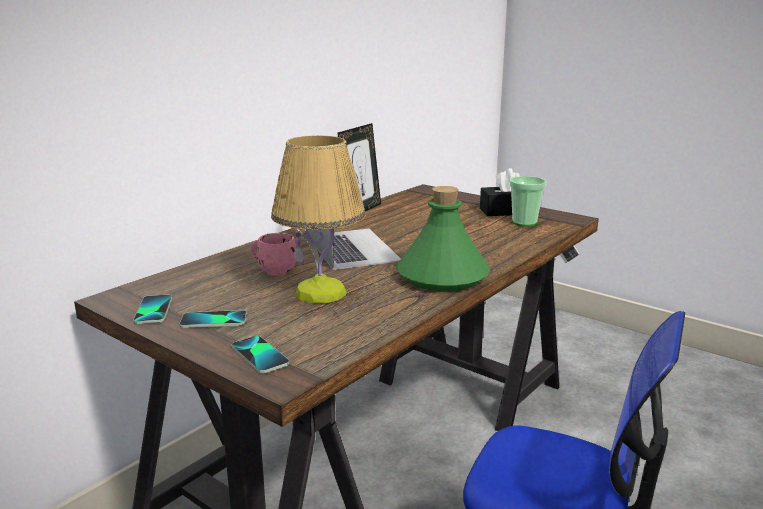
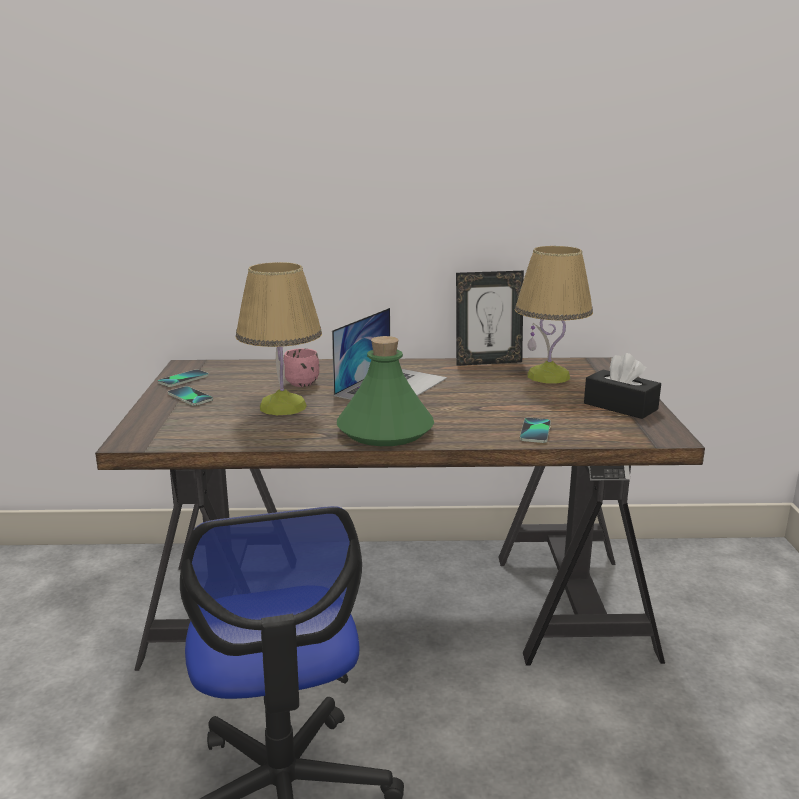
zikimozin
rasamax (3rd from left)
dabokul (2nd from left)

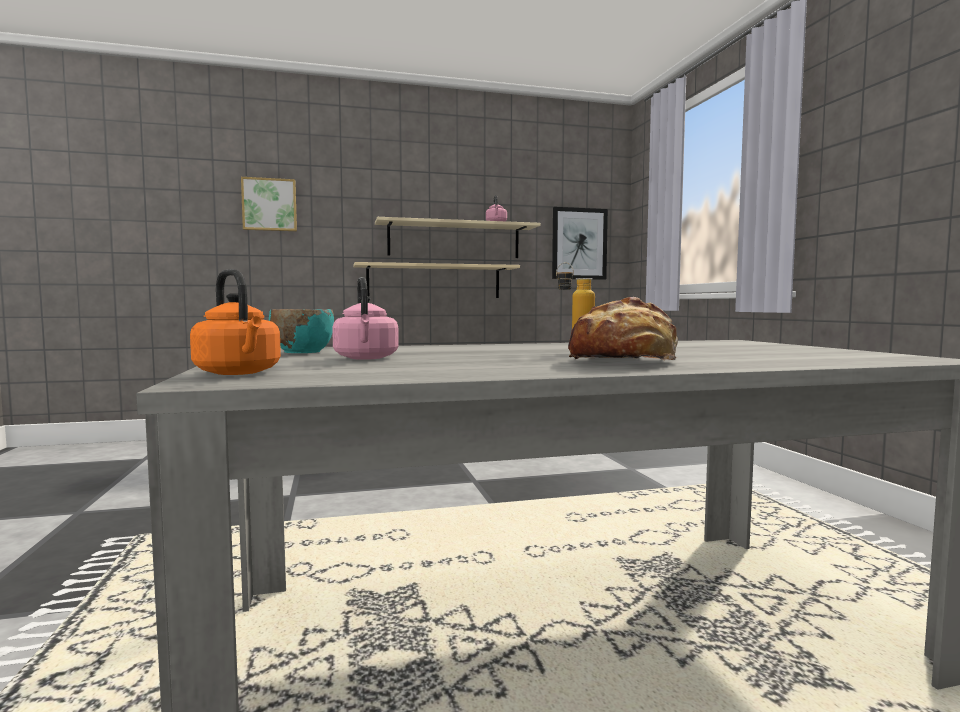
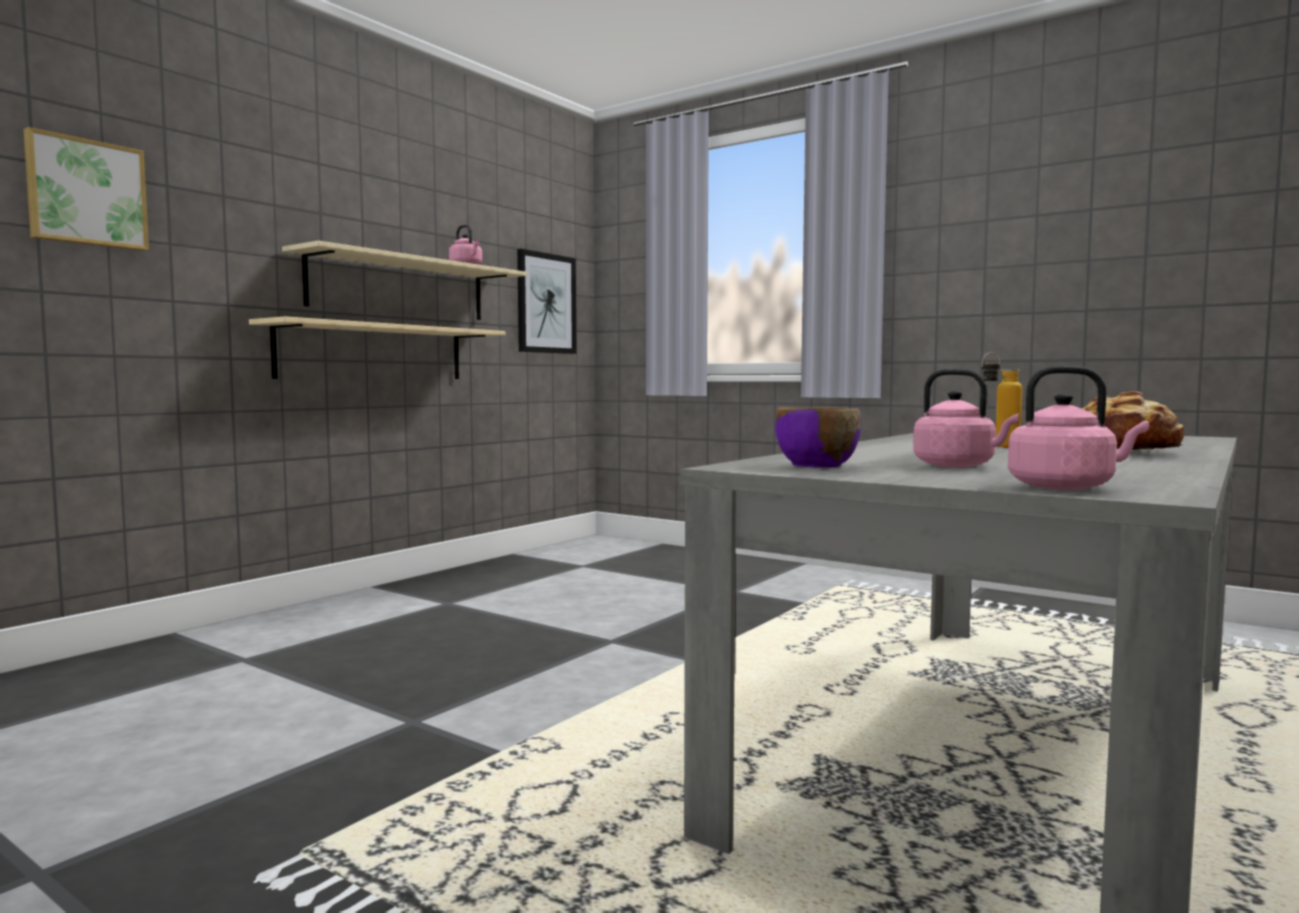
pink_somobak (3rd from left)
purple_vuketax

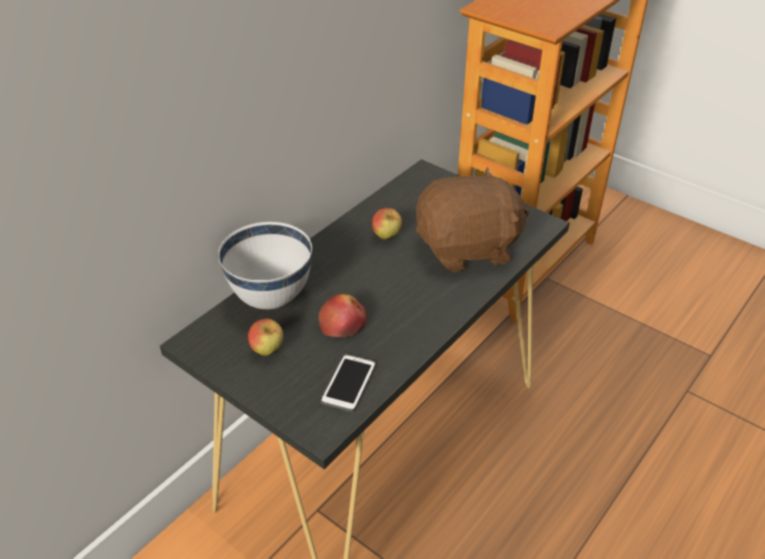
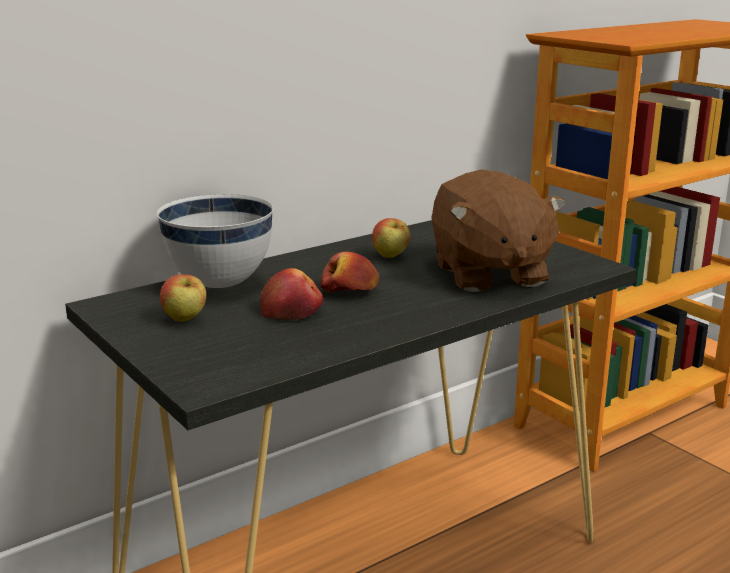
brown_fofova
rasamax
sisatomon (3rd from left)

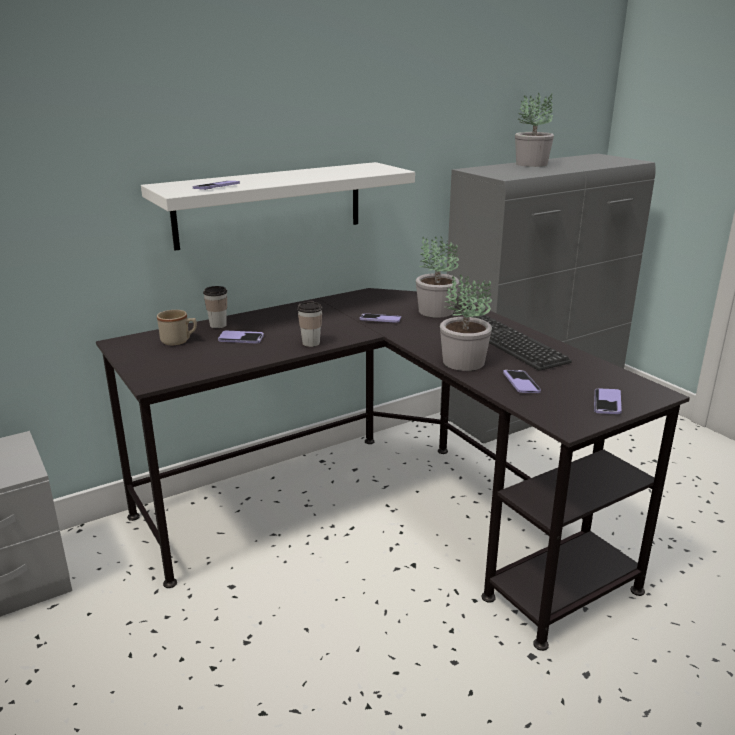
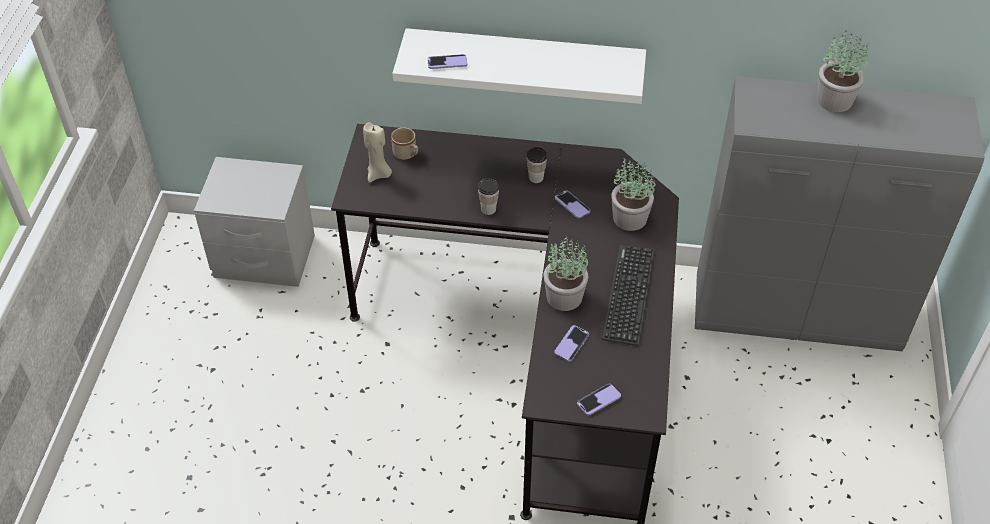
zikimozin (2nd from left)
rasamax (2nd from left in the first image)
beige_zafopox

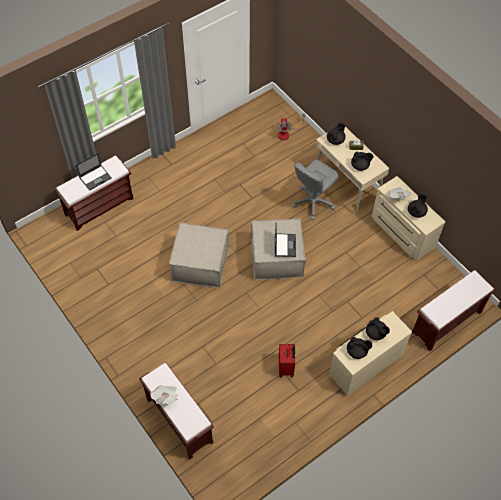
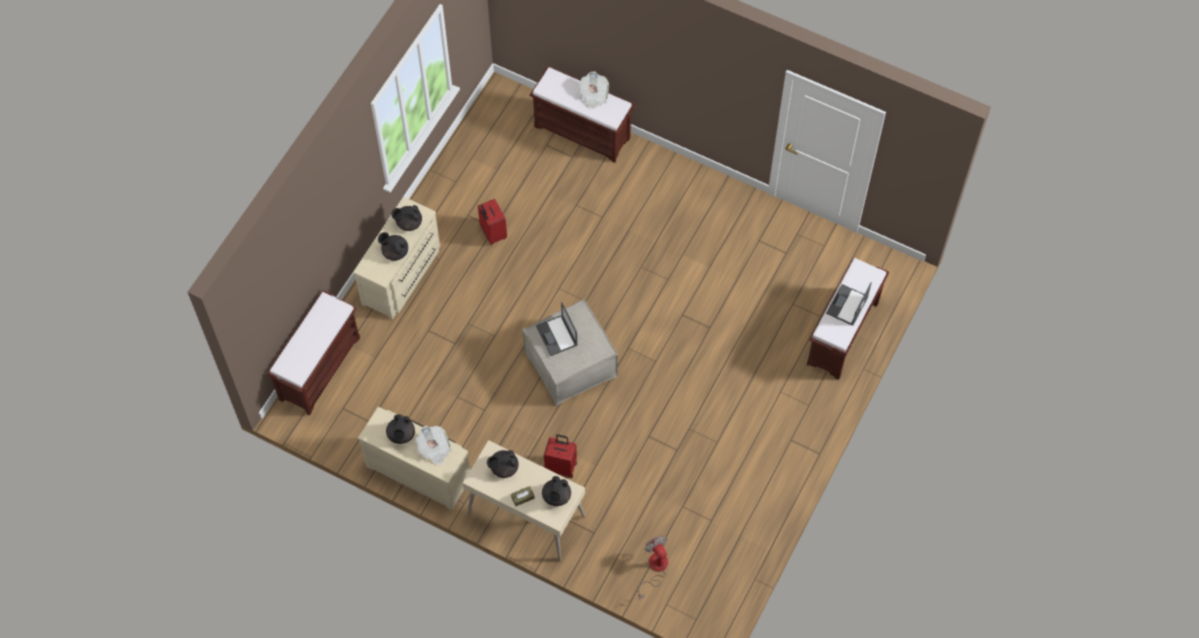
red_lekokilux (2nd from left)
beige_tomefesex (1st from left in the first image)

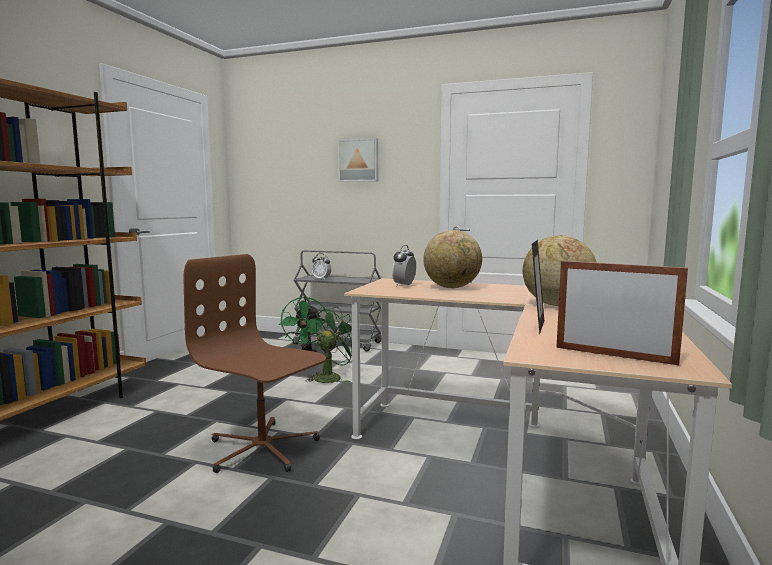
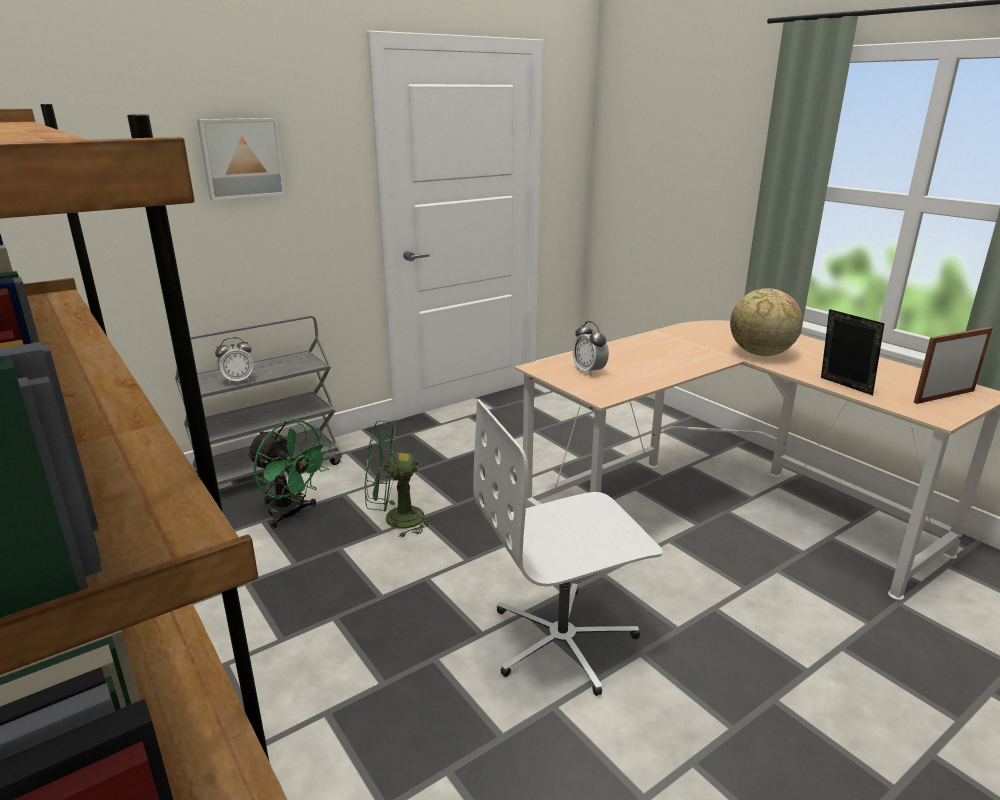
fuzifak (1st from left in the first image)
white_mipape
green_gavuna (2nd from left)

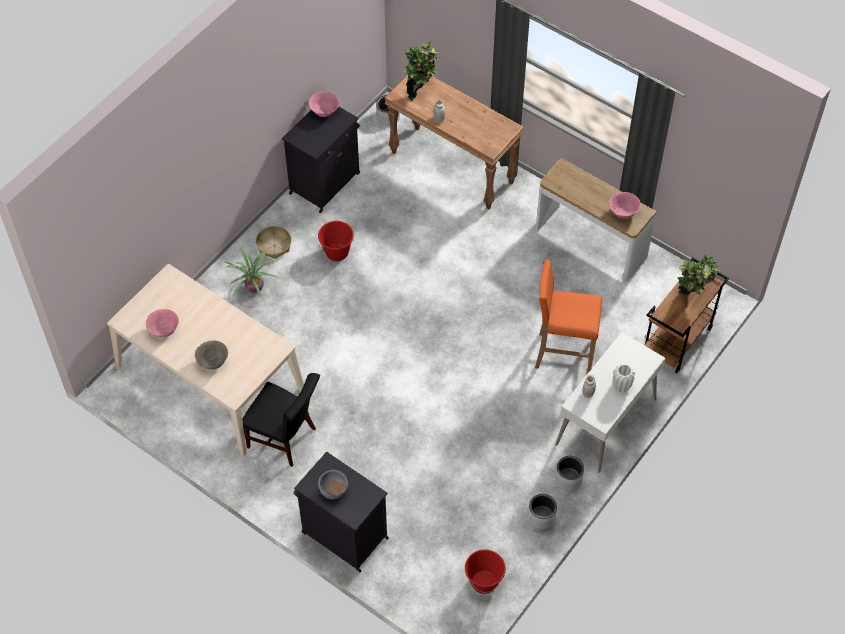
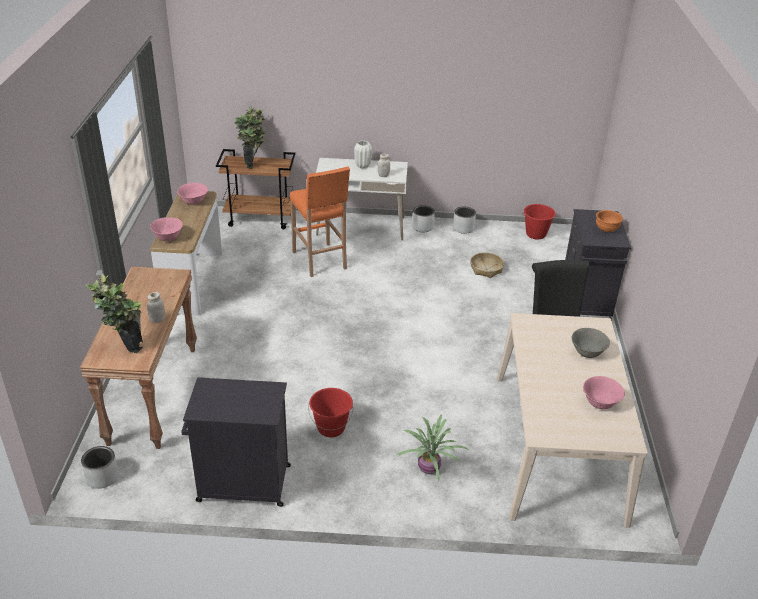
pink_vuketax (1st from left)
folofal
orange_vuketax

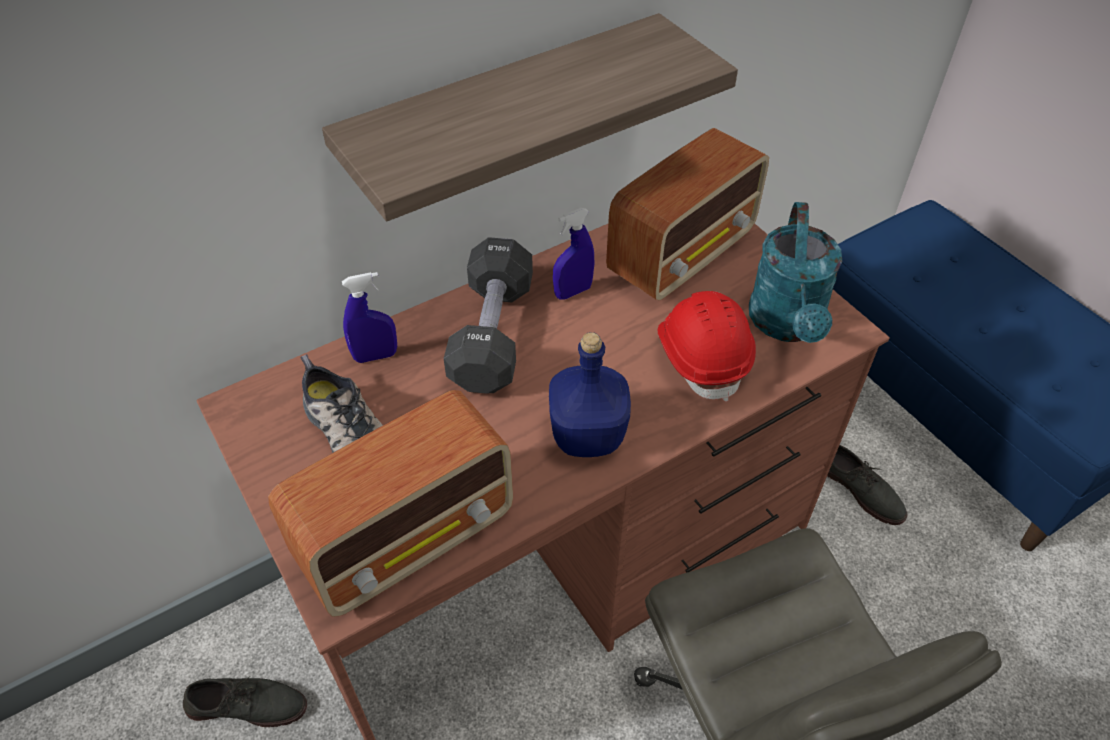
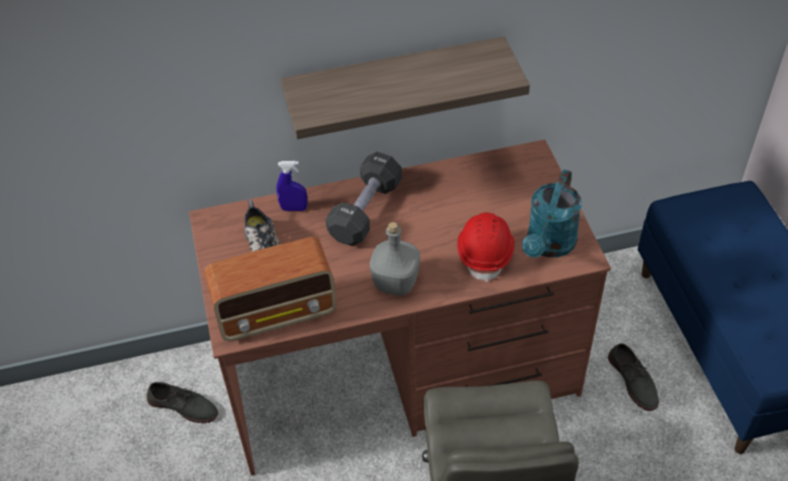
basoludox (2nd from left in the first image)
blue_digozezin (2nd from left in the first image)
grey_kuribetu

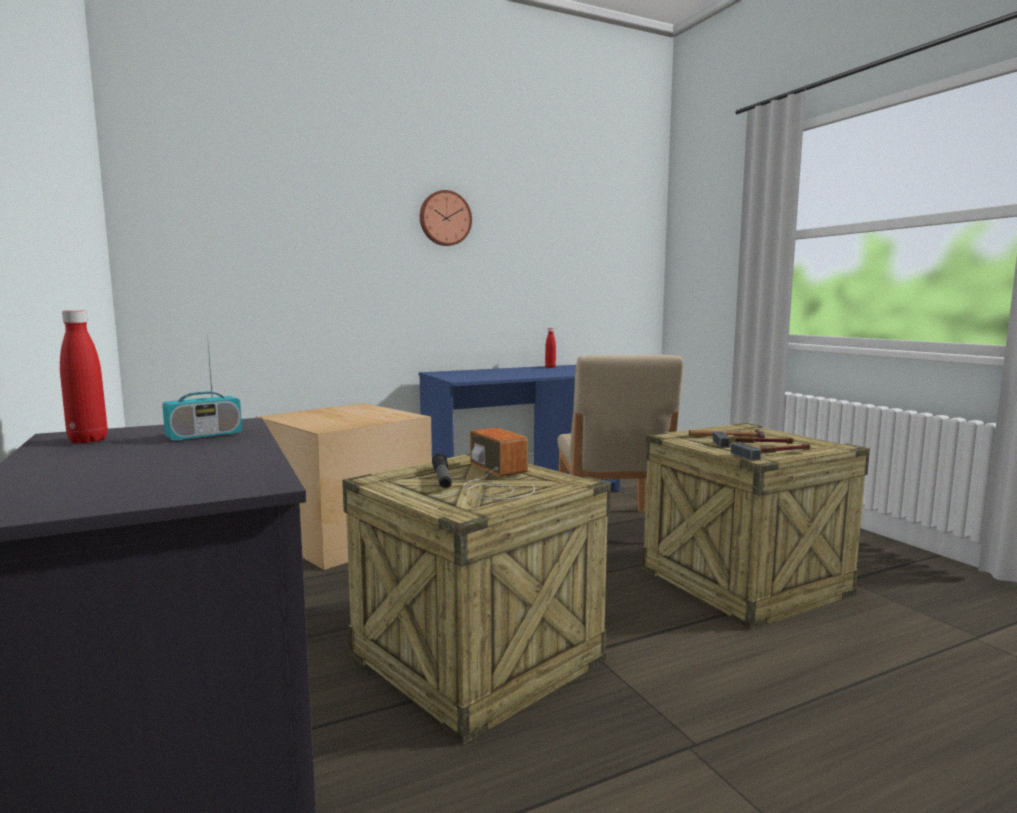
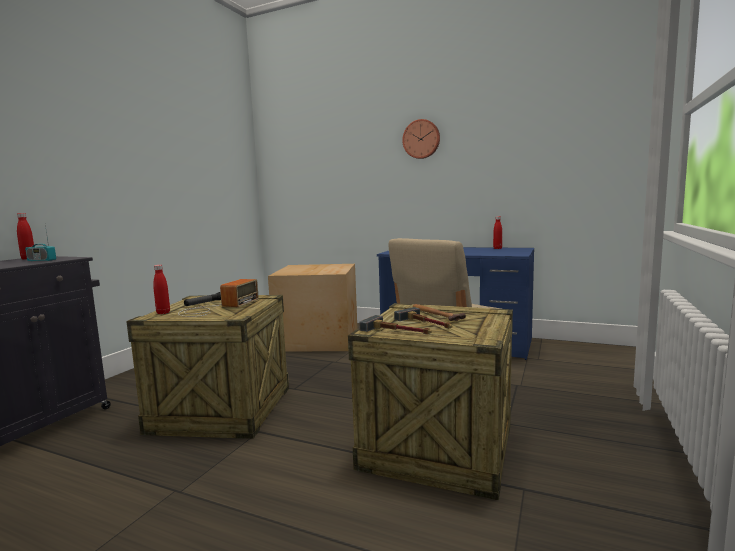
red_kuribetu (2nd from left)

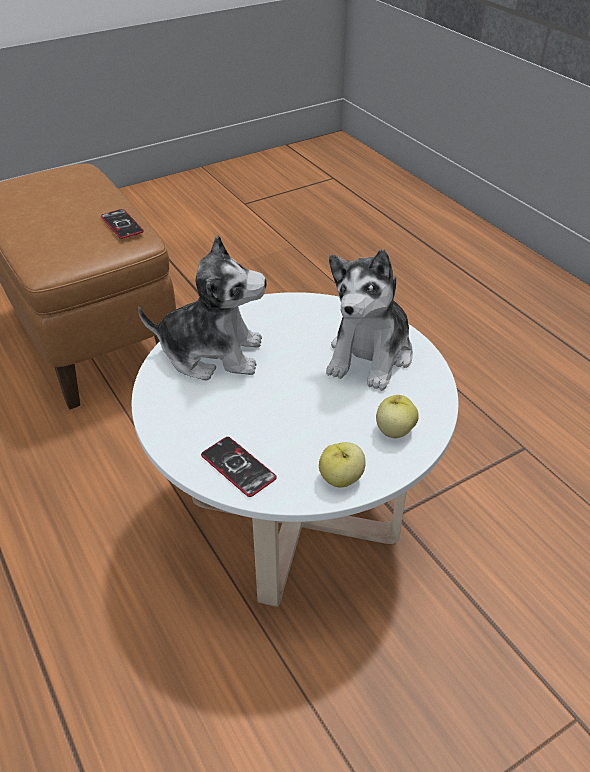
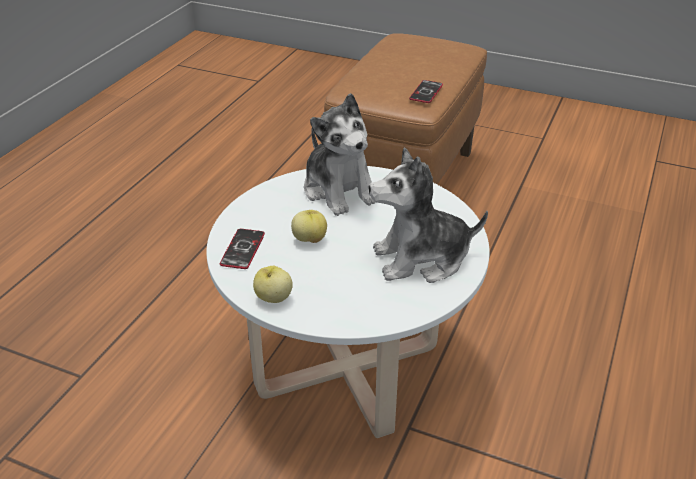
sisatomon (2nd from left)

